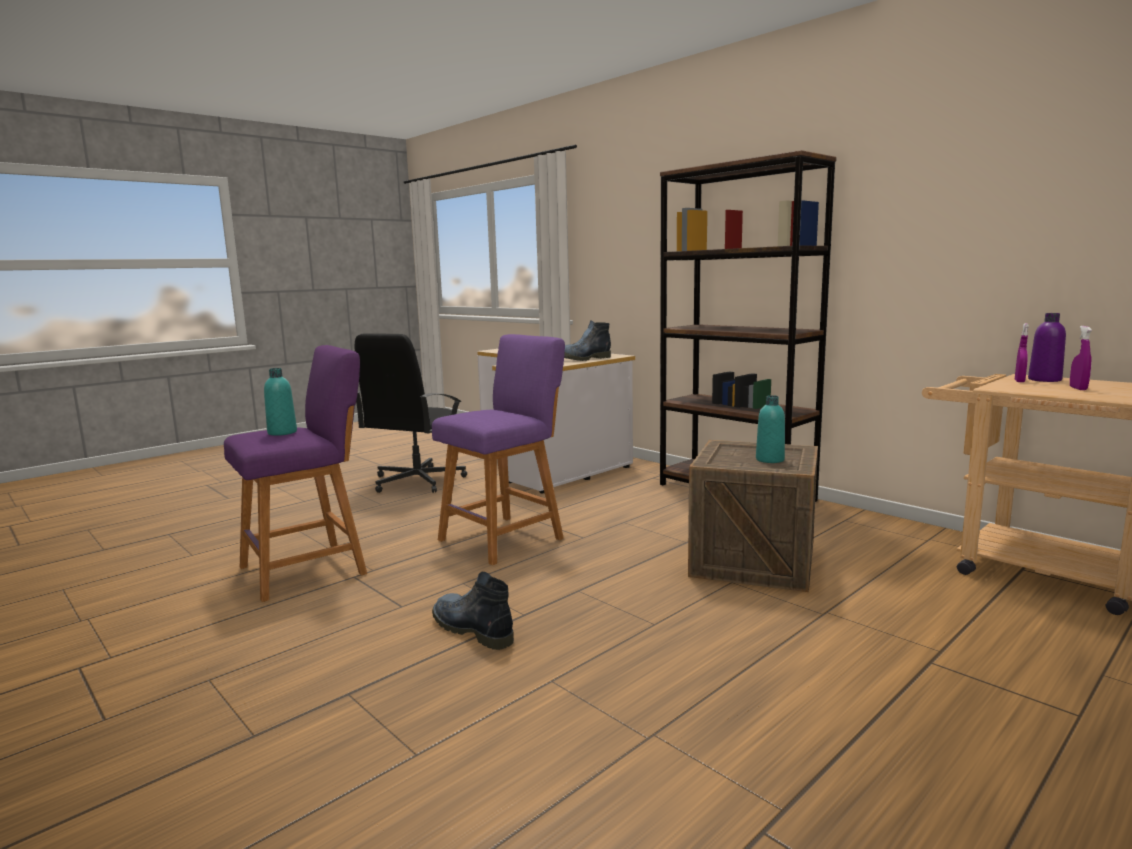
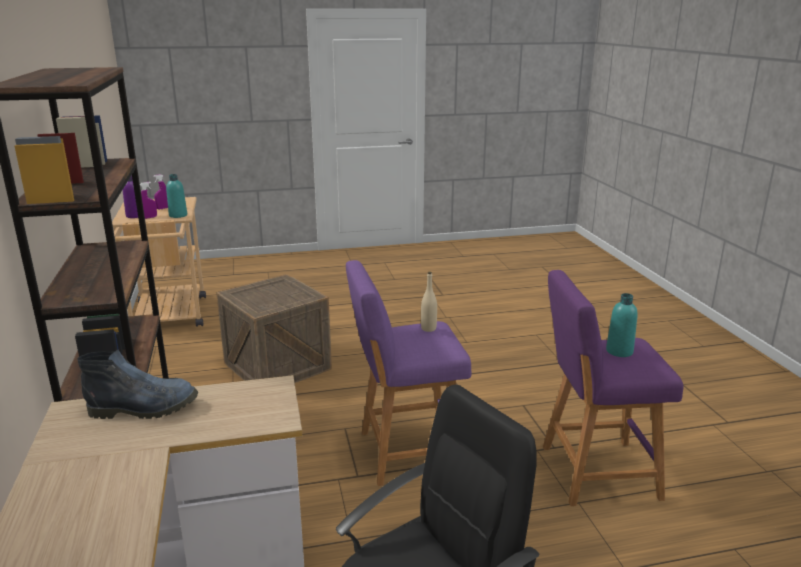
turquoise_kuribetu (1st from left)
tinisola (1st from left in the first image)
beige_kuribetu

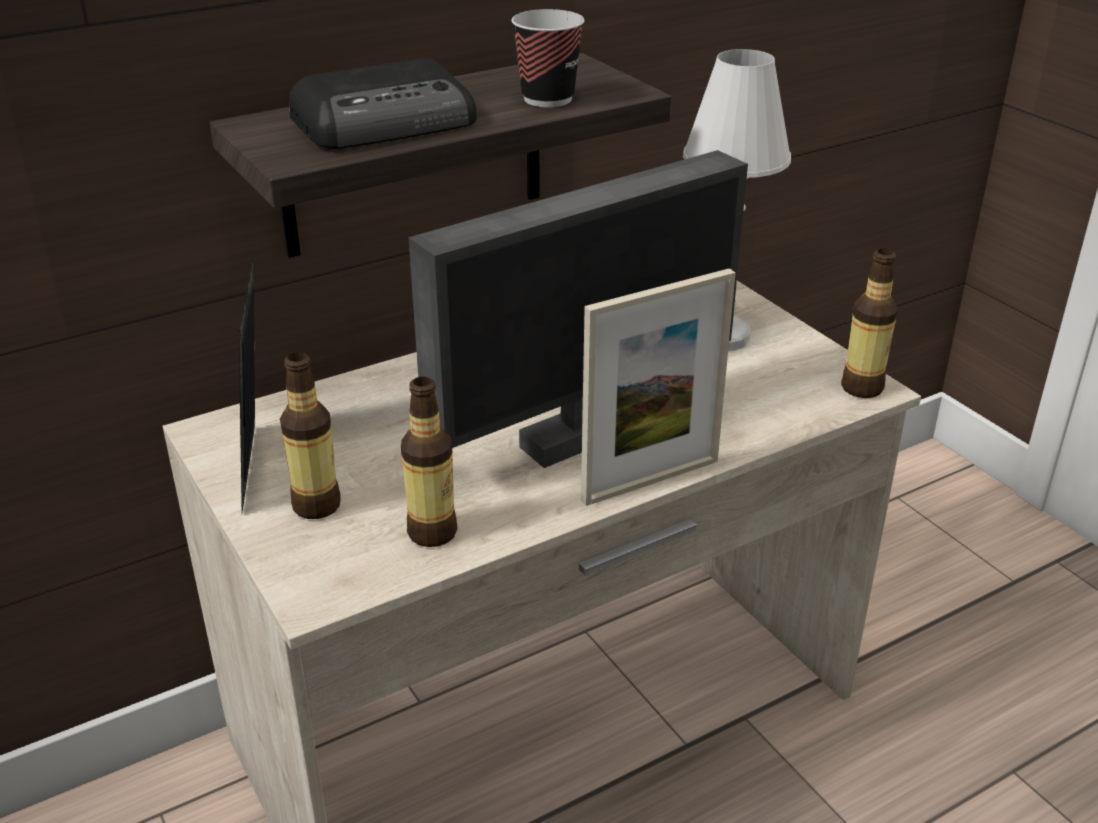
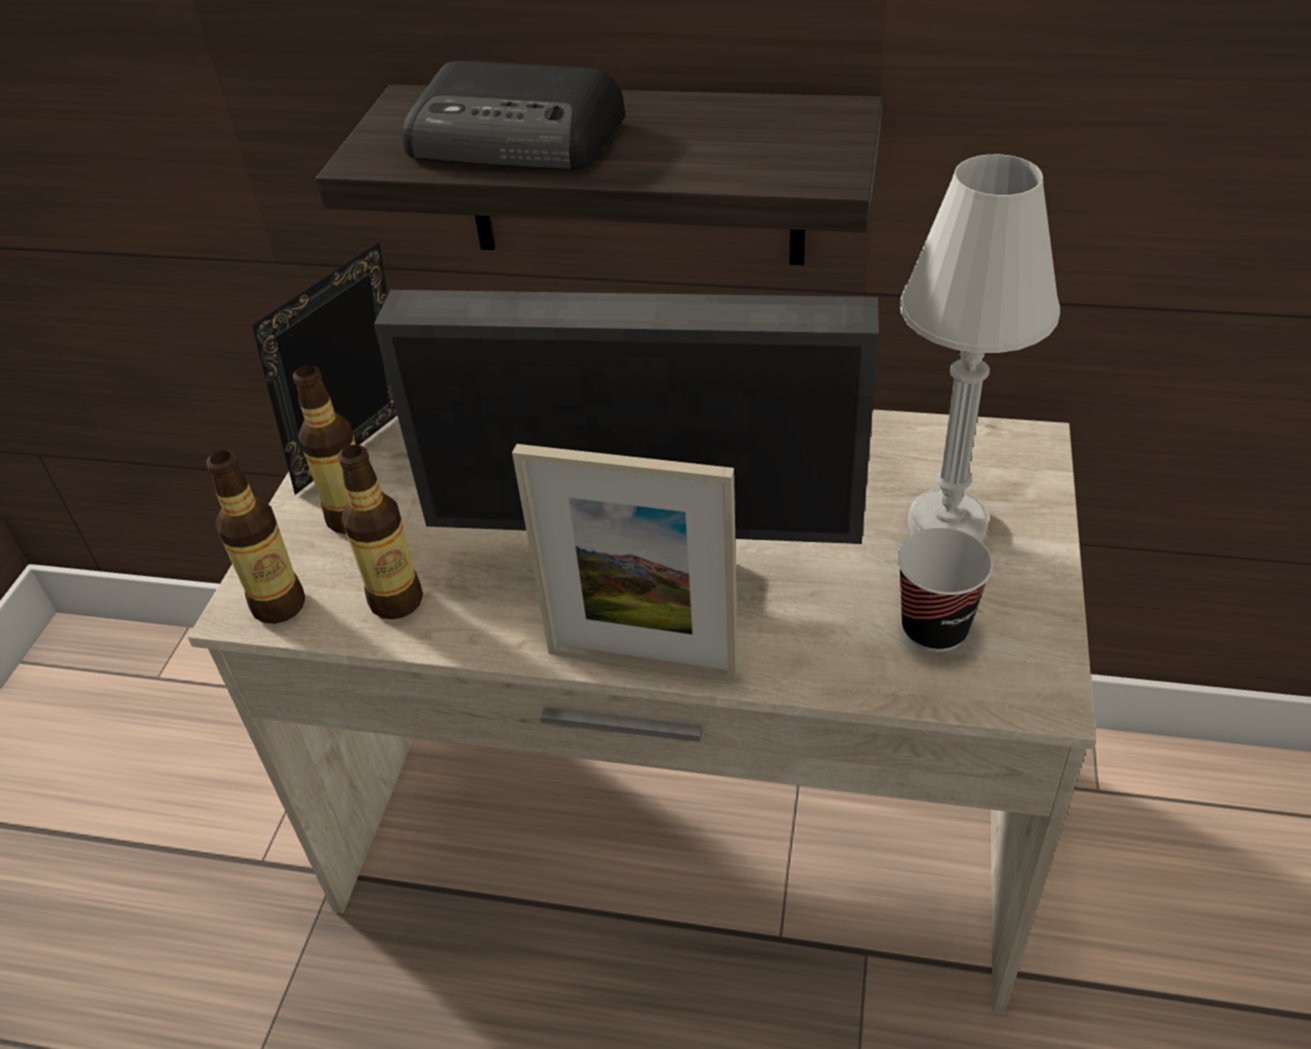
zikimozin
kuribetu (1st from left)

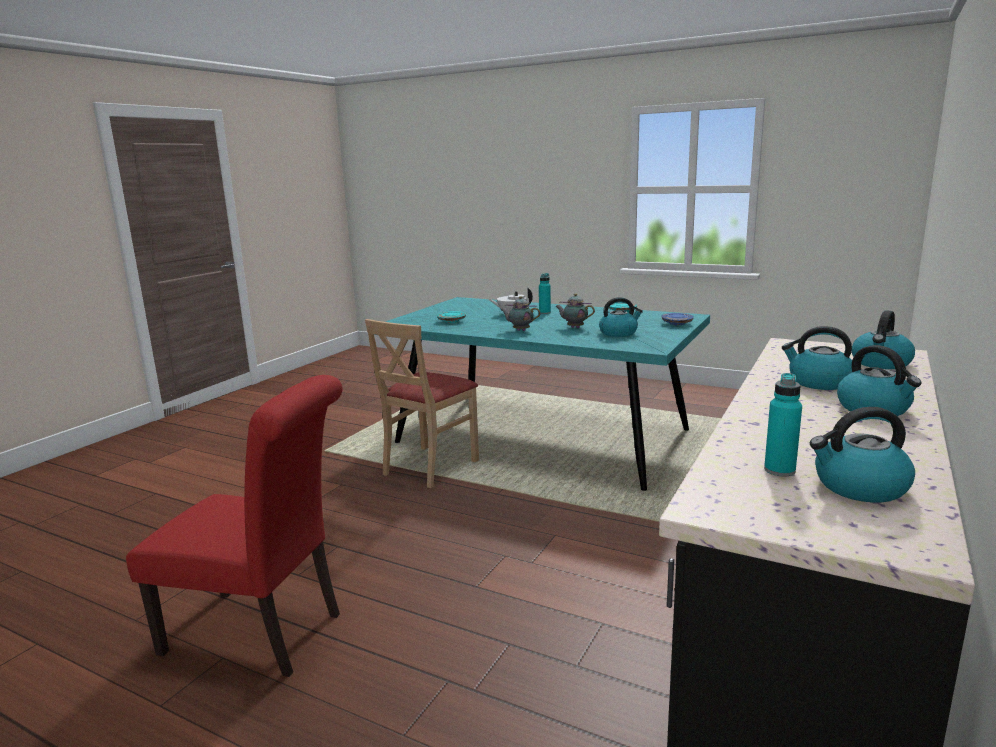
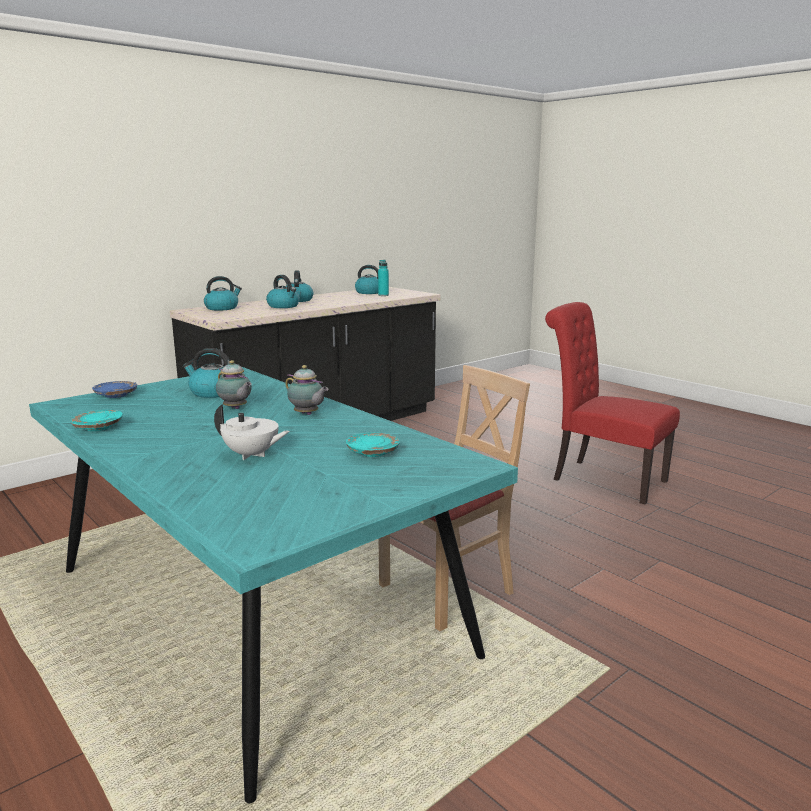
turquoise_kuribetu (1st from left in the first image)

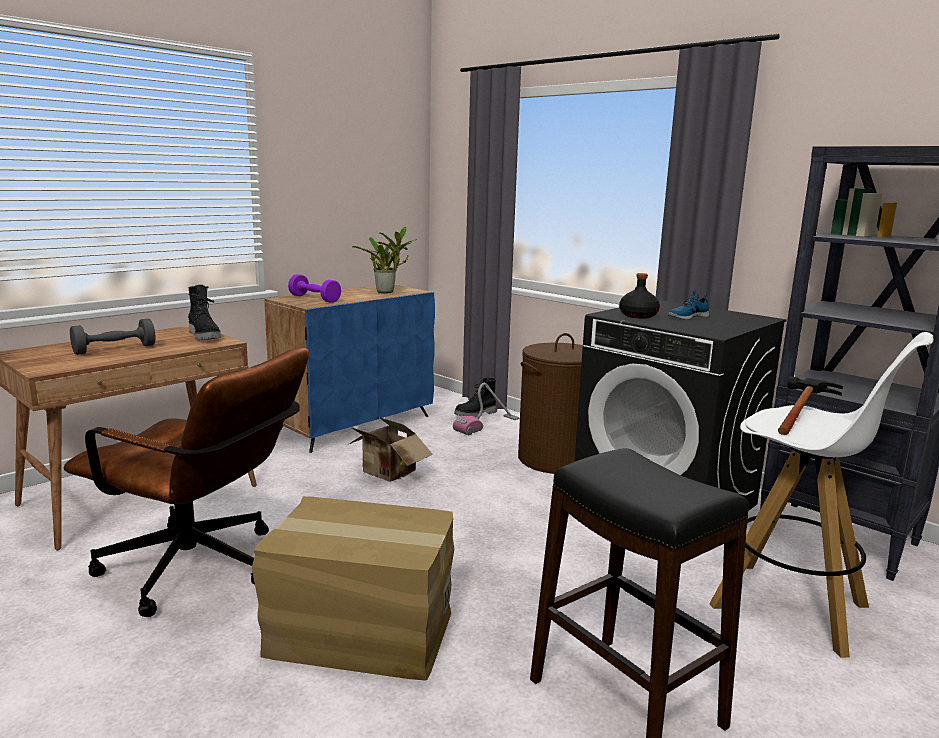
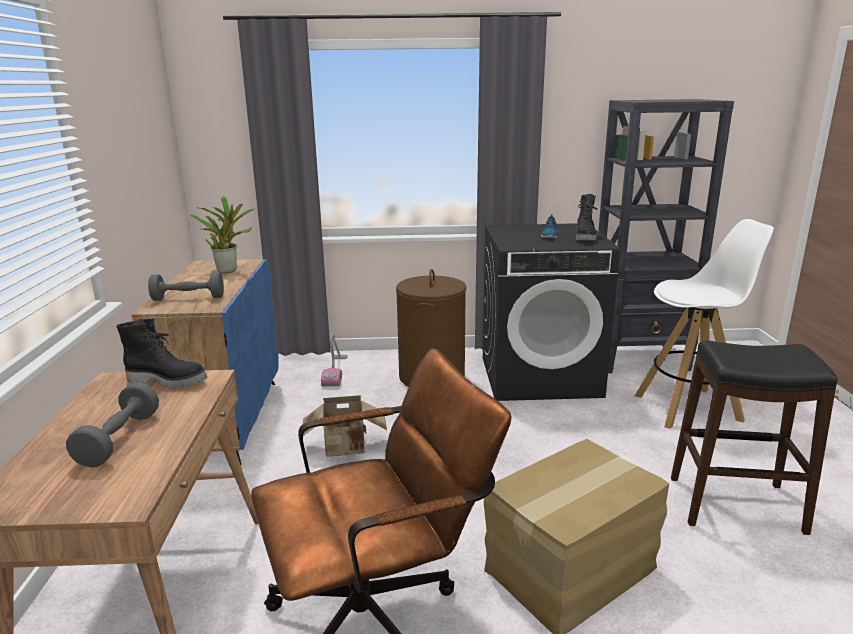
black_kuribetu
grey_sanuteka (2nd from left)
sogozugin
black_tinisola (2nd from left)

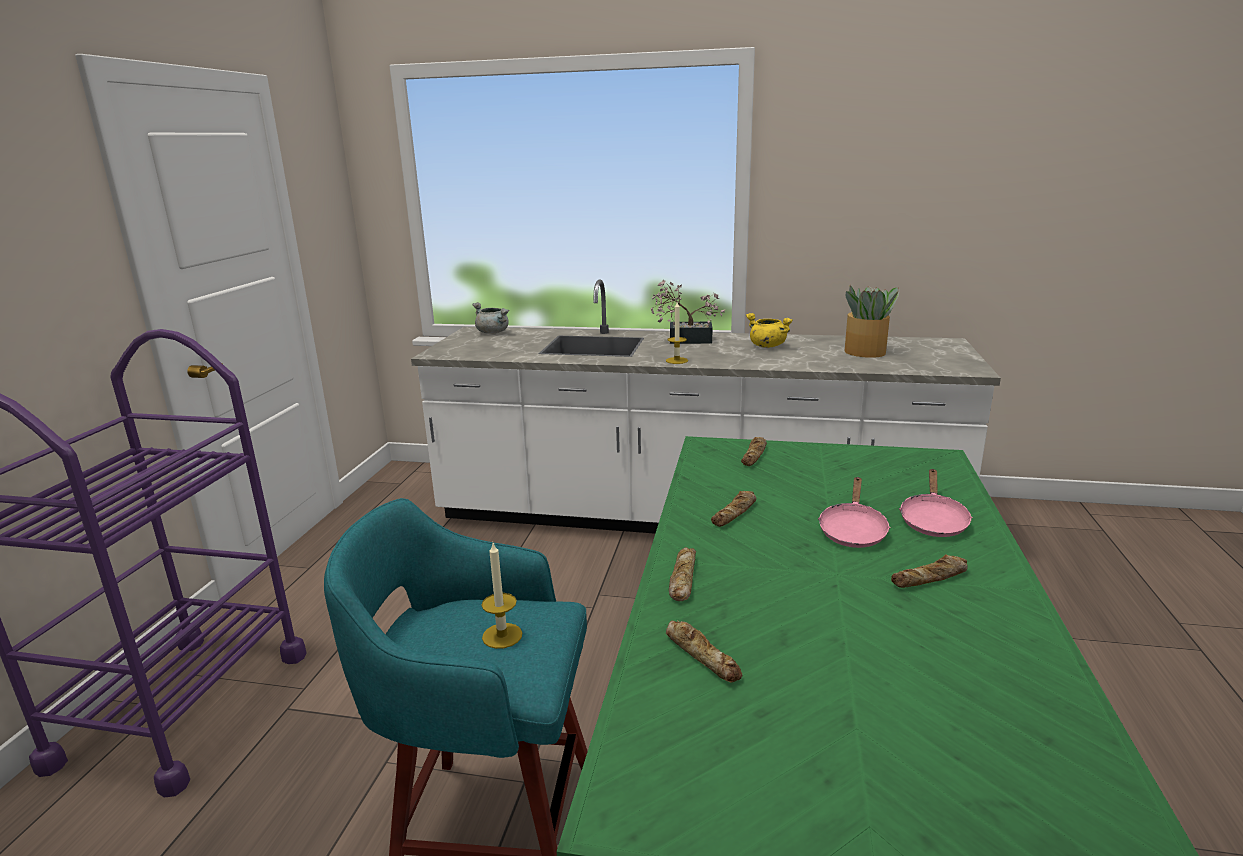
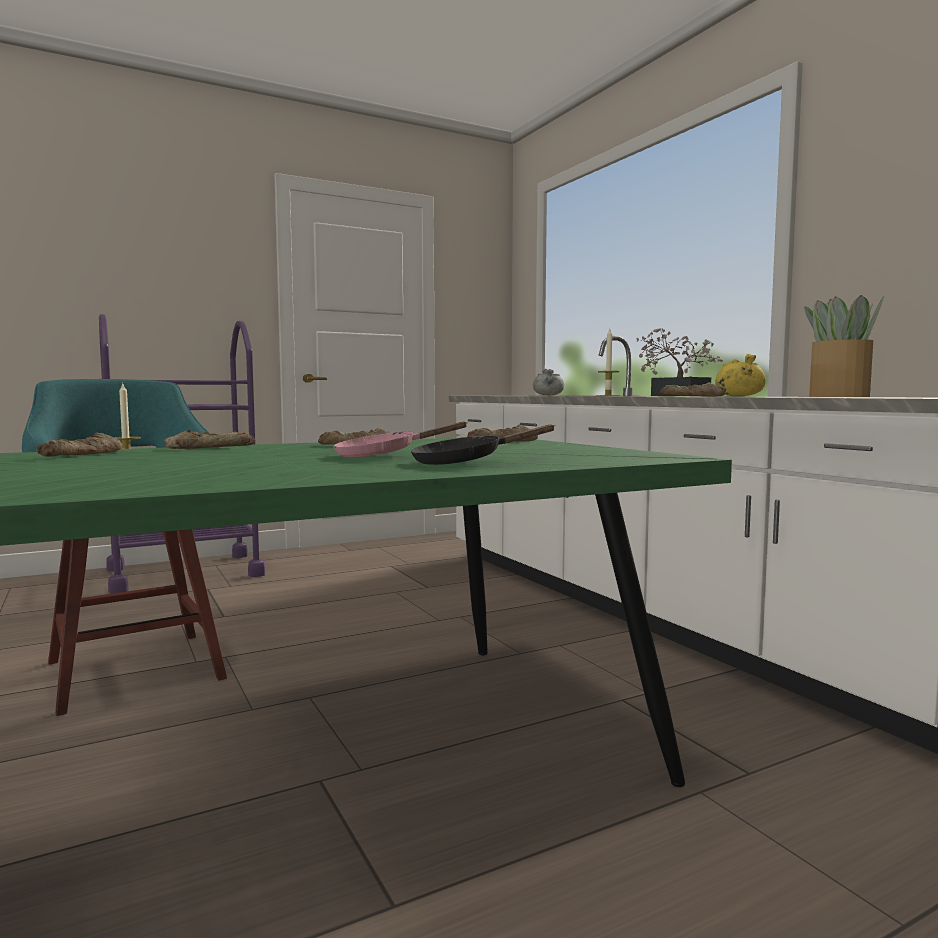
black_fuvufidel
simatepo (5th from left)

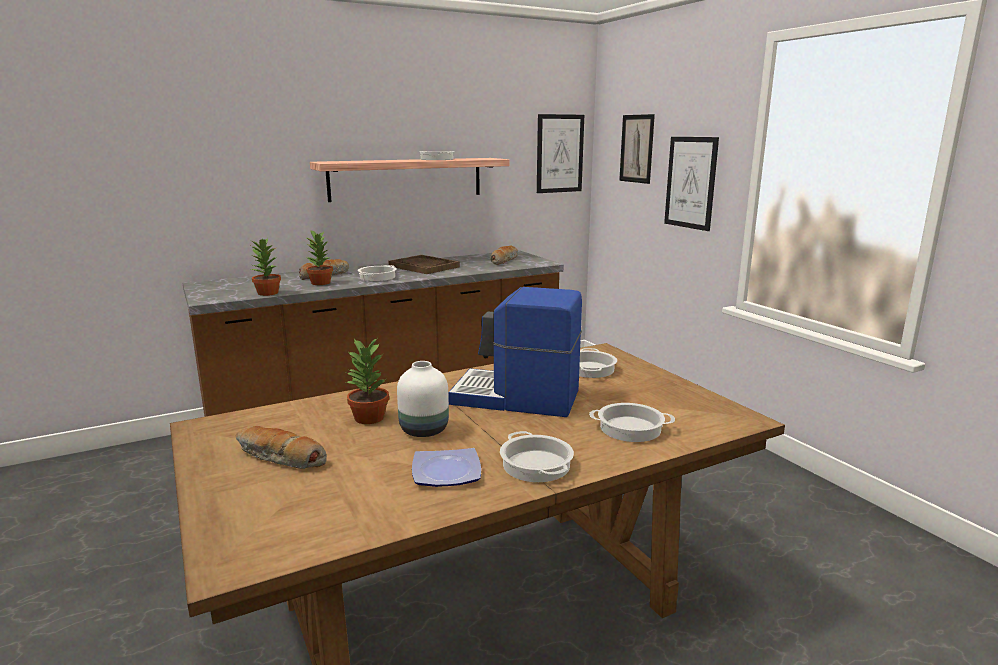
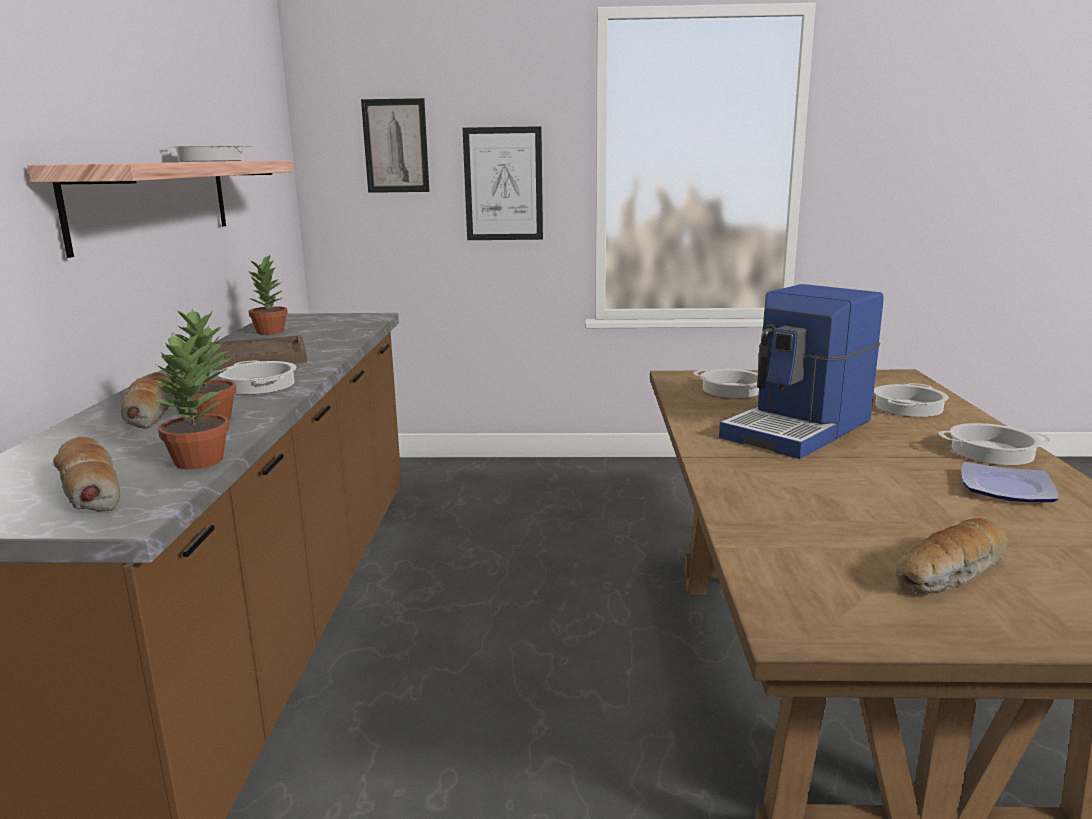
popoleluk (1st from left in the first image)
simatepo (1st from left)
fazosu (3rd from left)
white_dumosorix

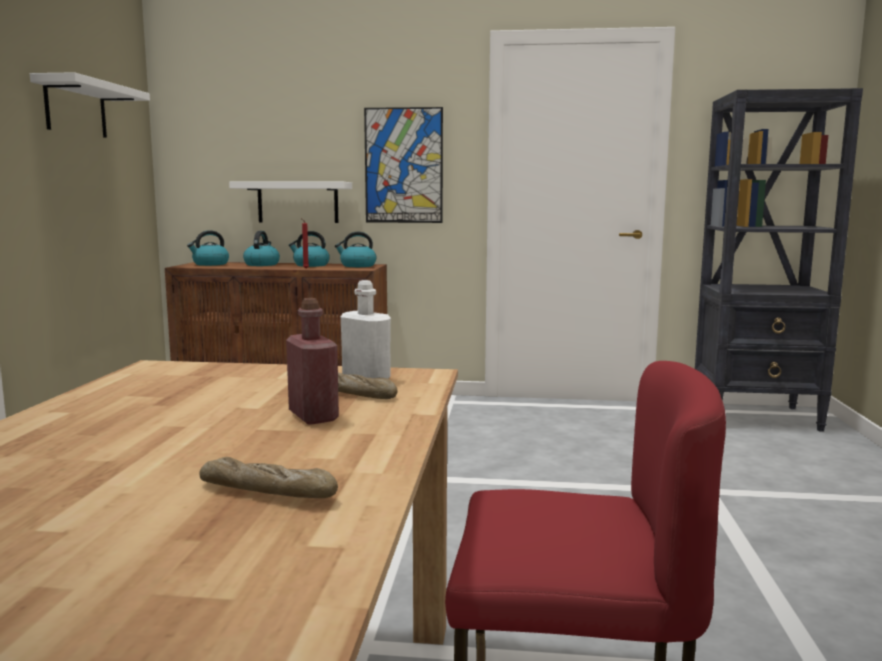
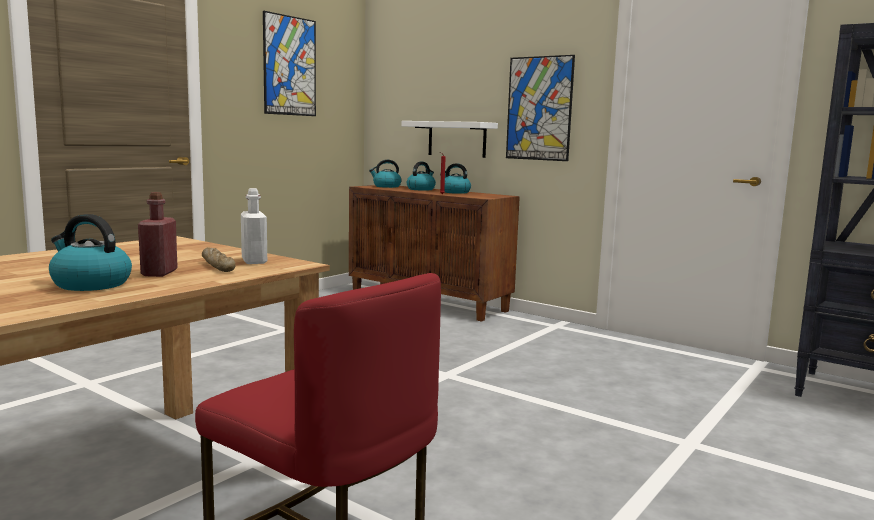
popoleluk (1st from left)
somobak (1st from left)
simatepo (1st from left in the first image)

